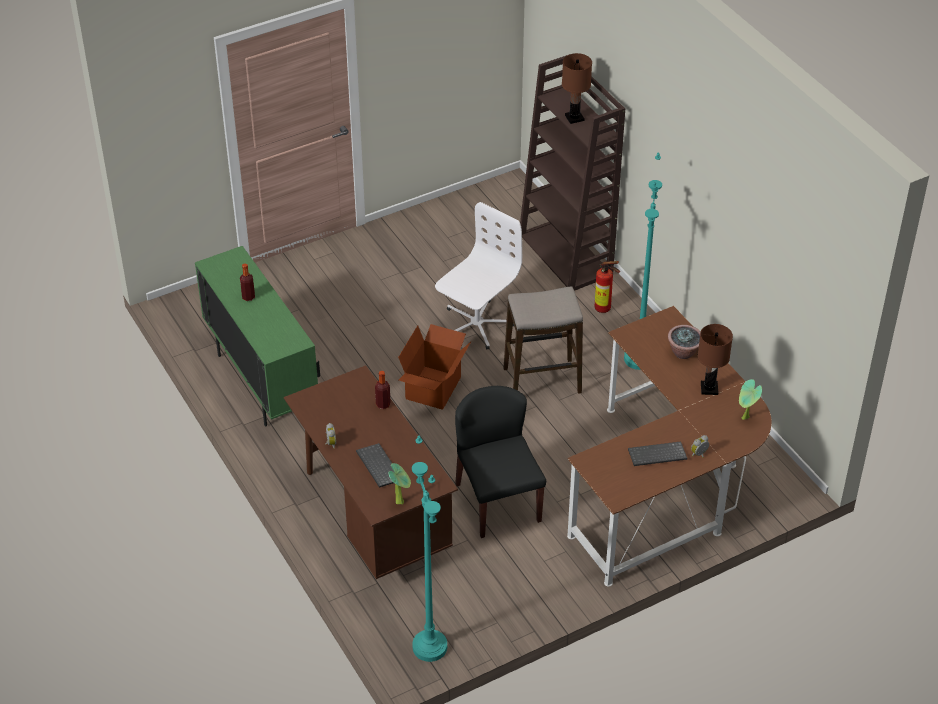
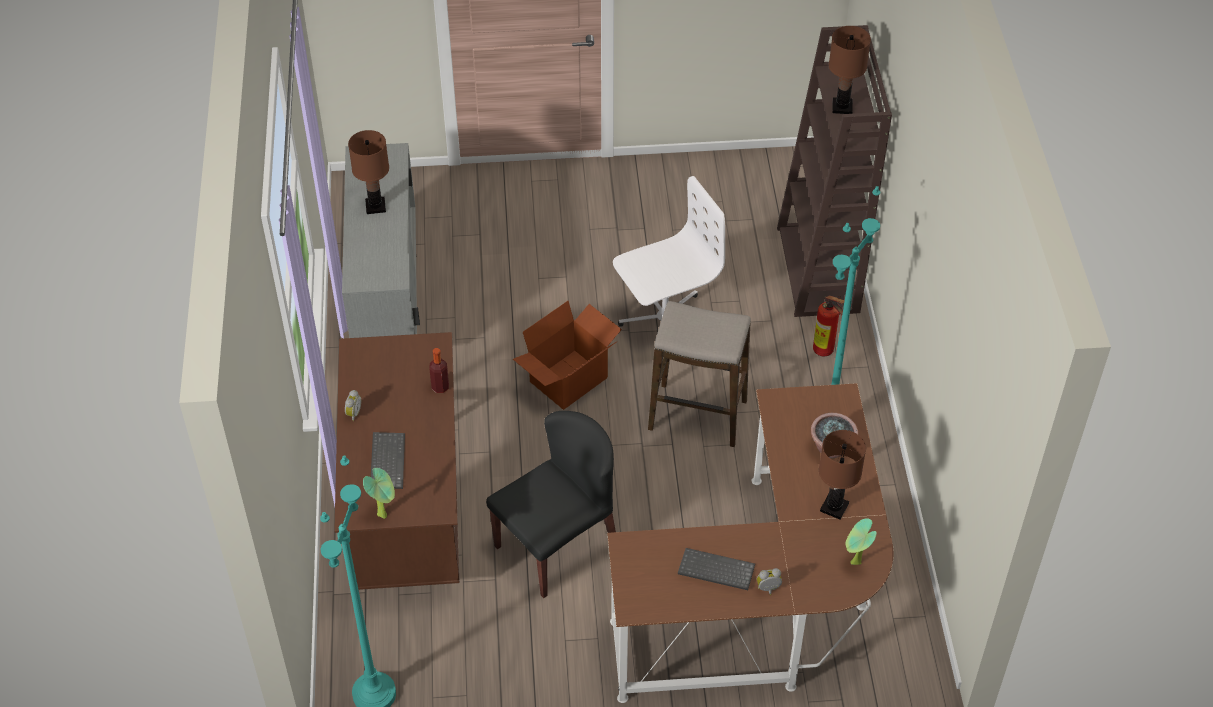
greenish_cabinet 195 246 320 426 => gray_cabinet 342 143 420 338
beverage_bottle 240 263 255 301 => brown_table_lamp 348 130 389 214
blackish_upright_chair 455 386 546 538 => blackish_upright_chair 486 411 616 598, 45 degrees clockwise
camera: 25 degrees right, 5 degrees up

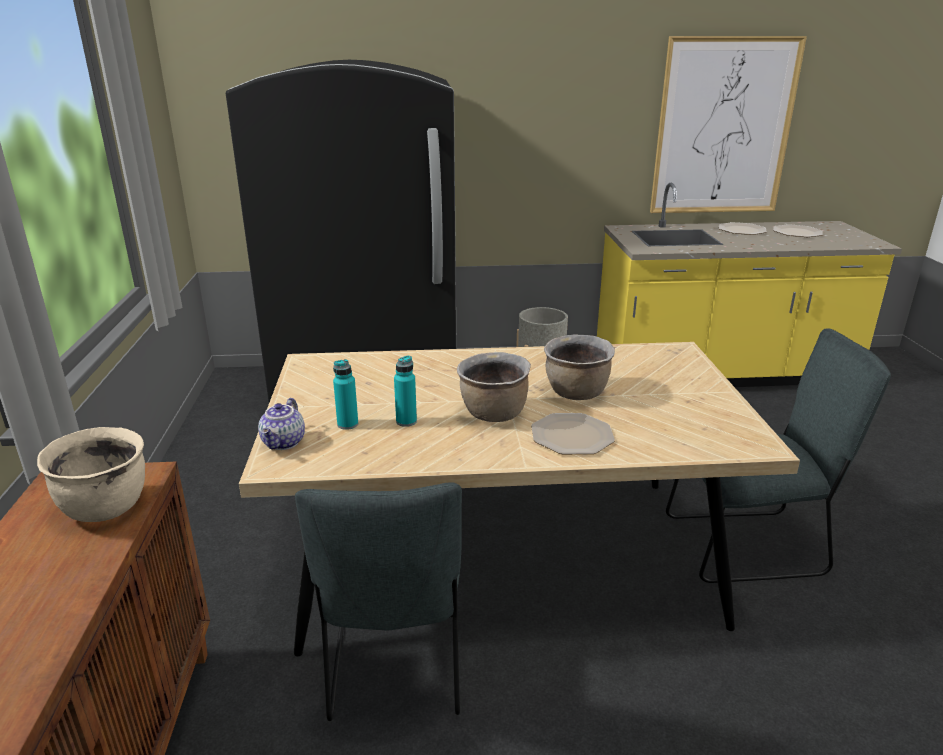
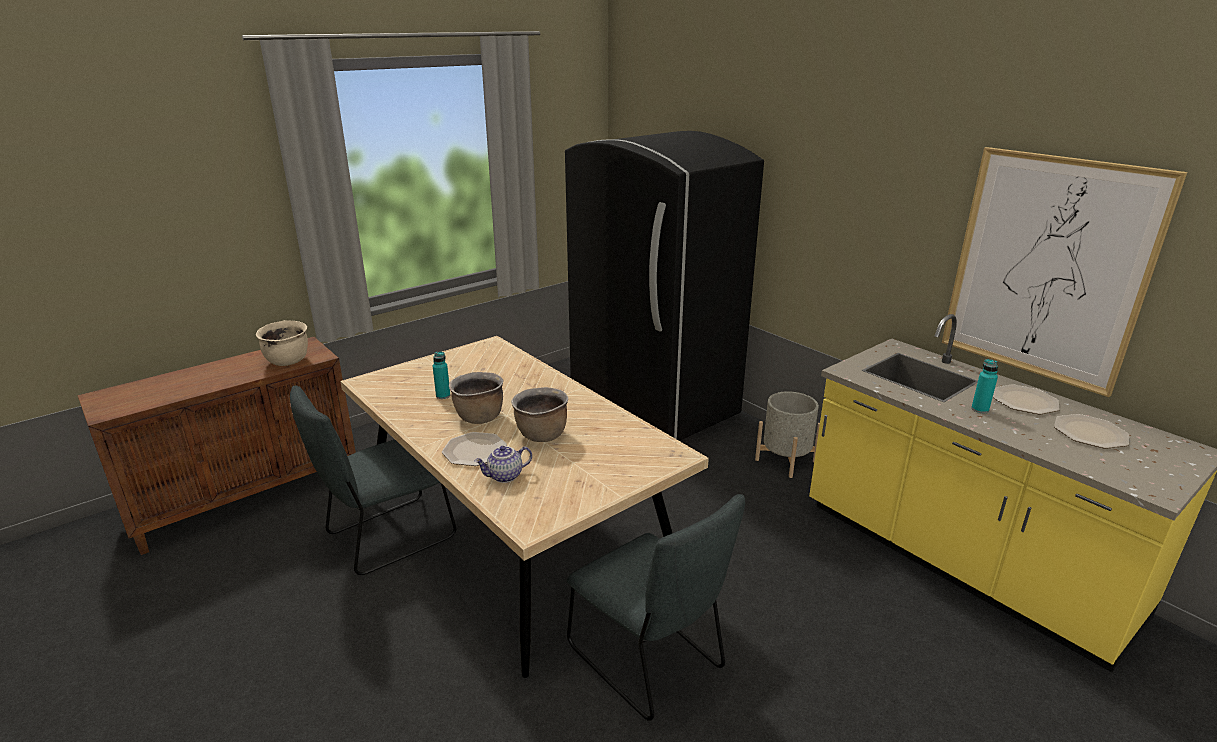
pot_for_tea 258 398 305 450 => pot_for_tea 474 446 532 483, relocated
blue-green_beverage_bottle 333 359 358 430 => blue-green_beverage_bottle 971 359 998 413, relocated
camera: 55 degrees right, 0 degrees up

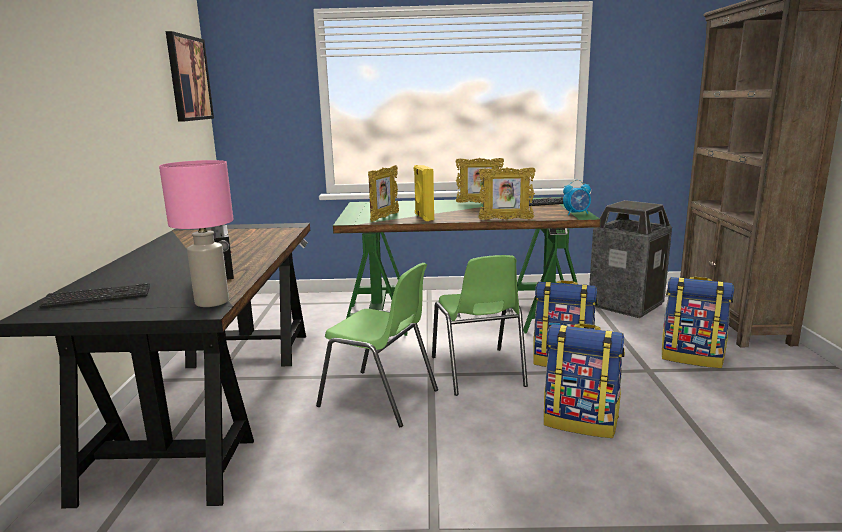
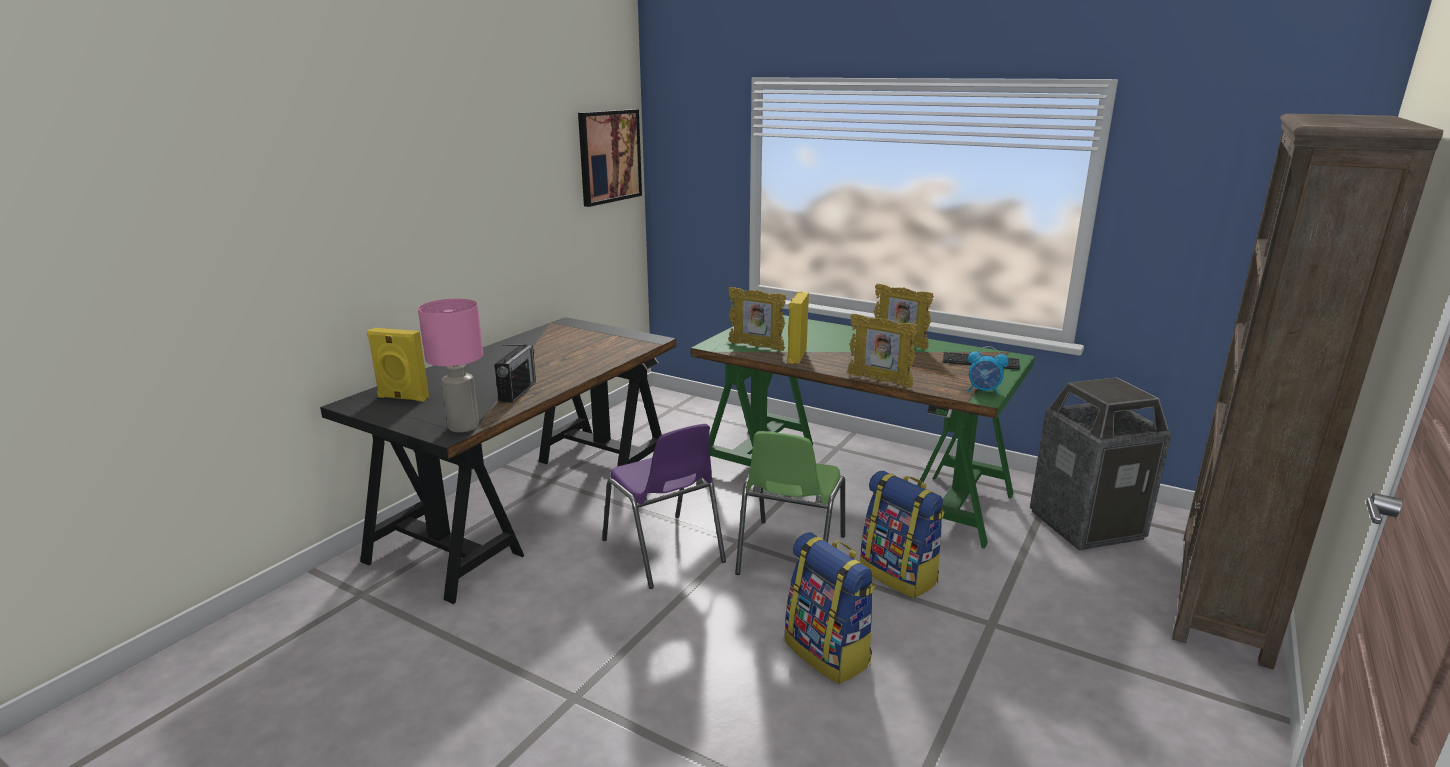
PC_keyboard 39 283 150 308 => yellowish_loudspeaker 367 328 429 402
greenish_upright_chair 316 263 438 427 => purple_upright_chair 602 424 726 589
picture_frame 368 166 399 222 => picture_frame 728 287 786 351, 60 degrees clockwise
backpack 662 277 734 368 => nothing
camera: 30 degrees right, 5 degrees up

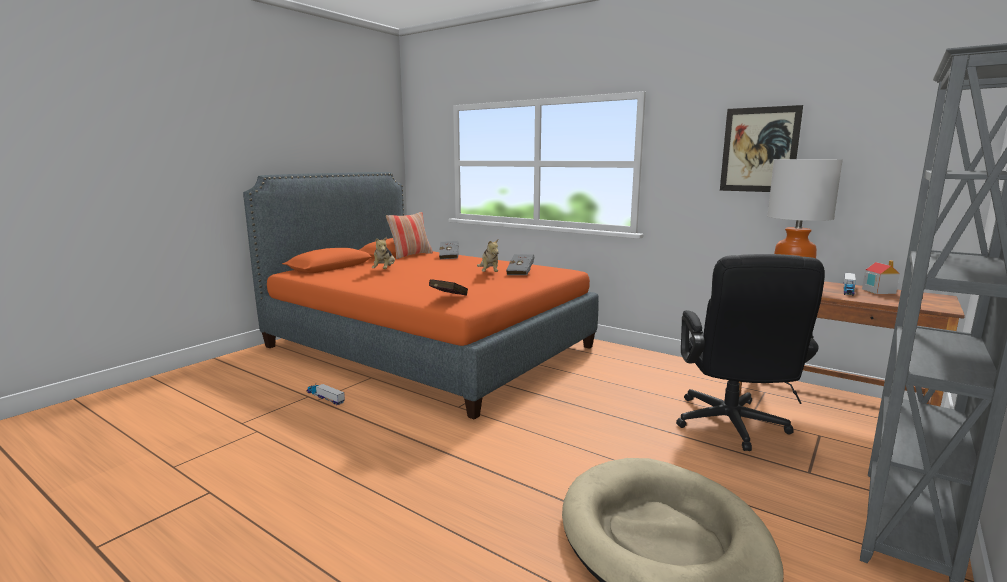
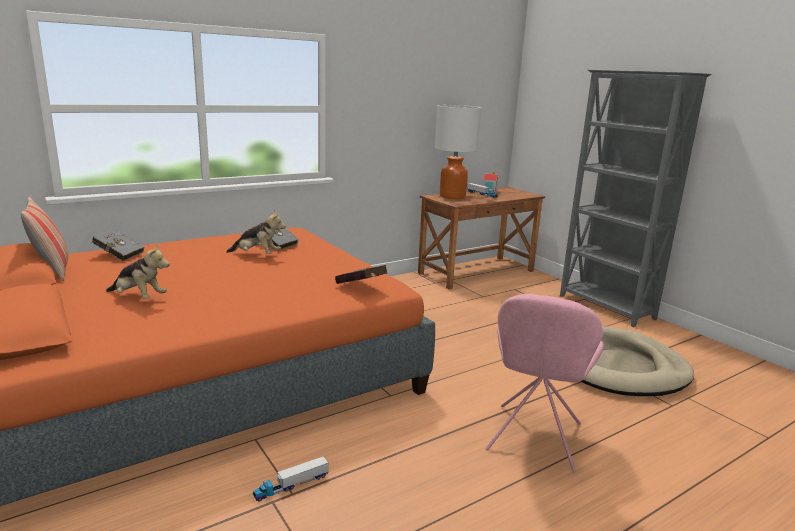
blackish_computer_chair 676 254 825 451 => nothing
wall_art 720 105 803 192 => nothing
nothing => pink-coloured_upright_chair 486 294 604 472
camera: 70 degrees left, 5 degrees up

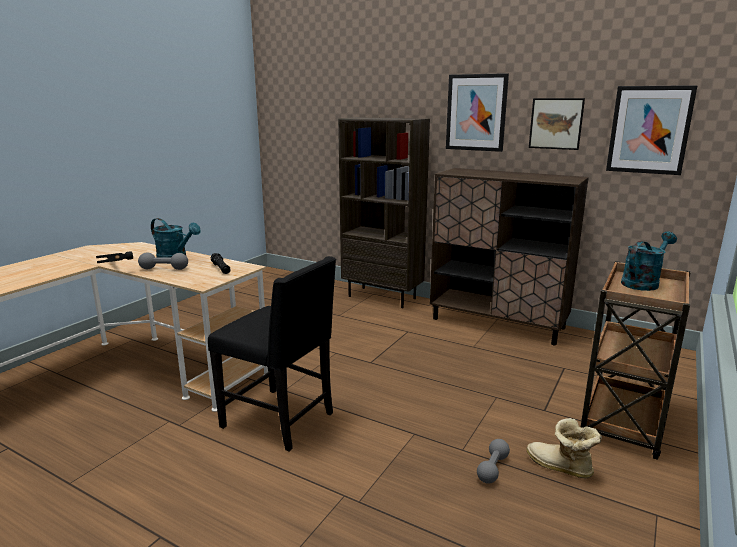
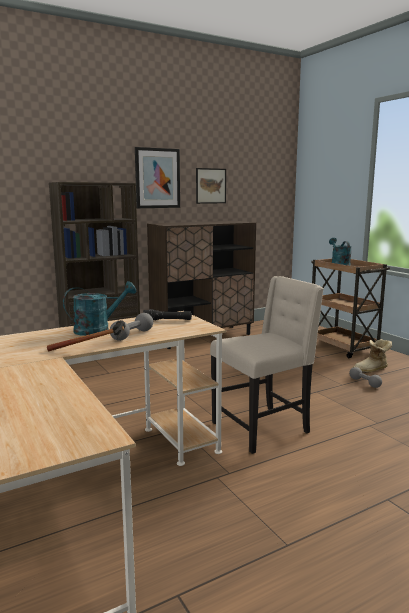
blackish_upright_chair 208 256 336 452 => beige-coloured_upright_chair 210 276 324 454
wall_art 606 85 698 175 => nothing
camera: 60 degrees left, 5 degrees down

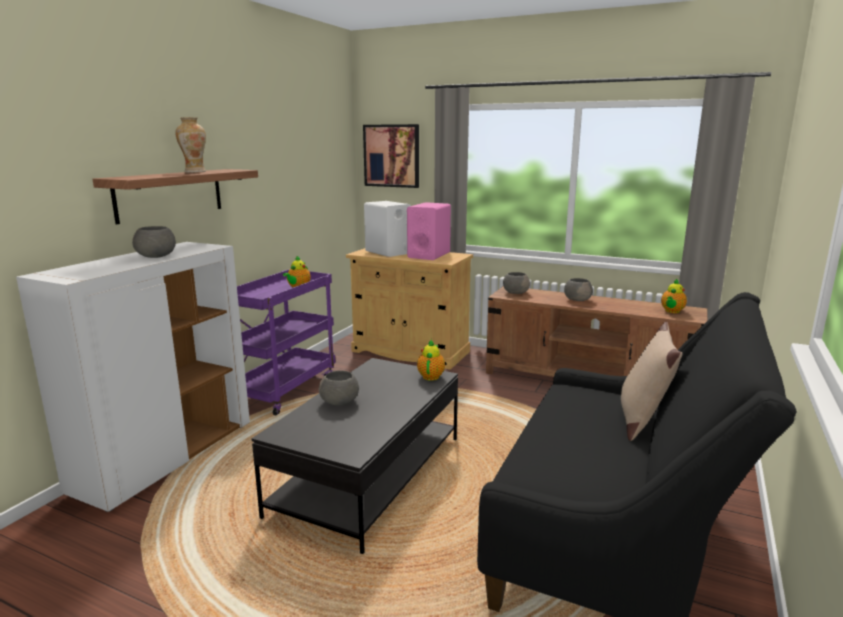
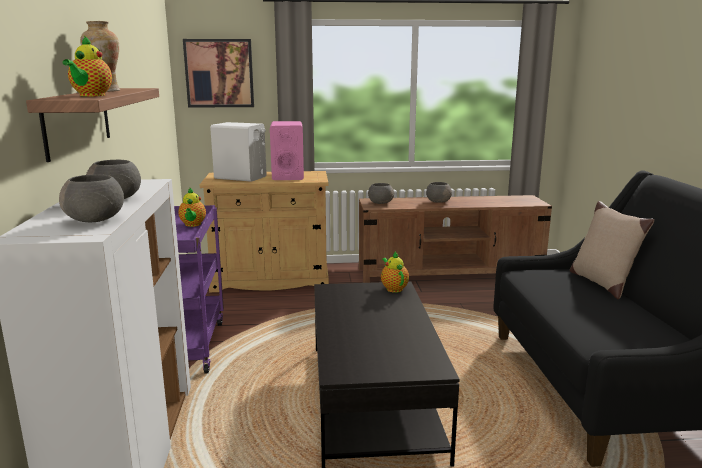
gray_bowl 319 370 359 405 => gray_bowl 59 174 124 222, relocated
pot_for_tea 661 279 687 313 => pot_for_tea 62 35 112 96, relocated
camera: 30 degrees left, 0 degrees up

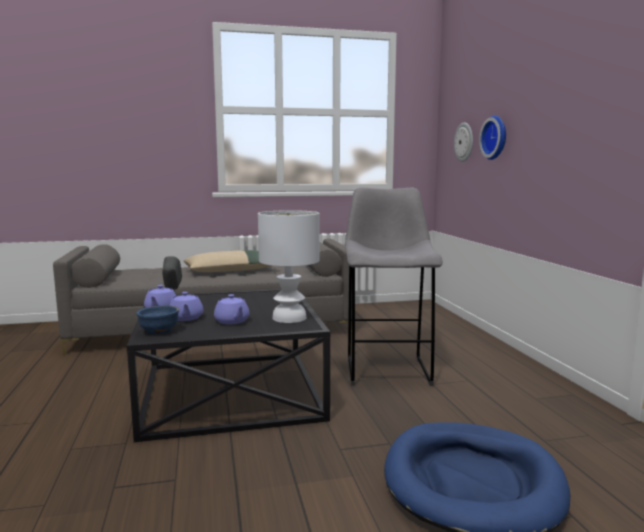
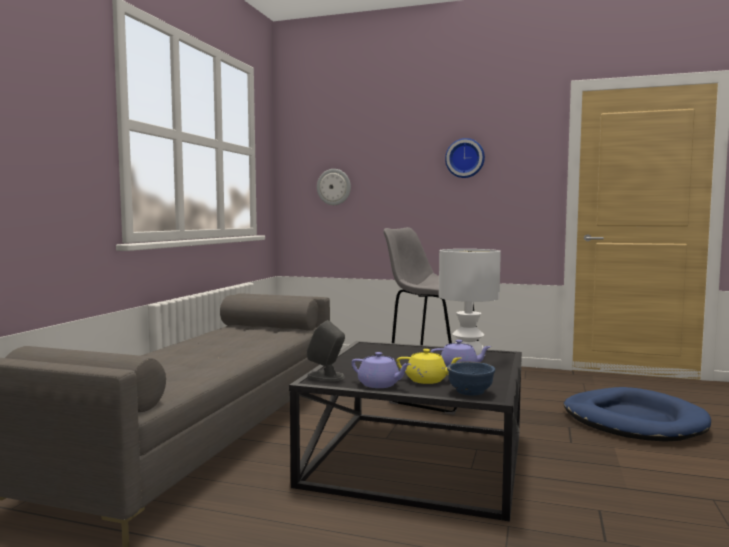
purple_pot_for_tea 169 292 203 321 => yellowish_pot_for_tea 397 349 461 384
beige-coloured_throw_pillow 184 250 271 272 => nothing
hanging_clock 479 115 506 160 => hanging_clock 445 138 485 178, relocated
camera: 60 degrees left, 5 degrees down

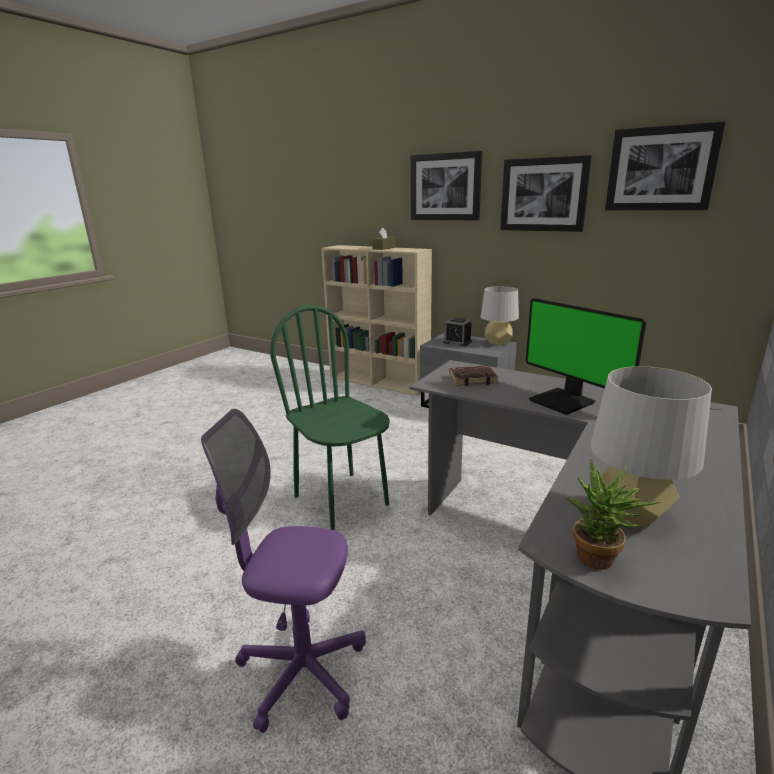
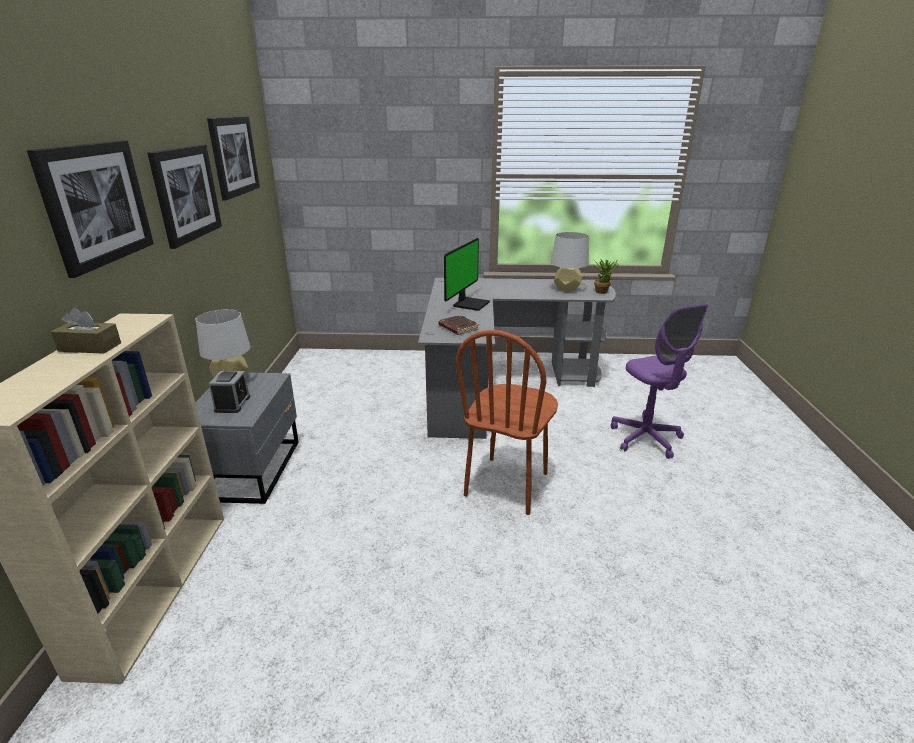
greenish_upright_chair 270 305 390 530 => brown_upright_chair 456 330 558 515
camera: 120 degrees left, 5 degrees up

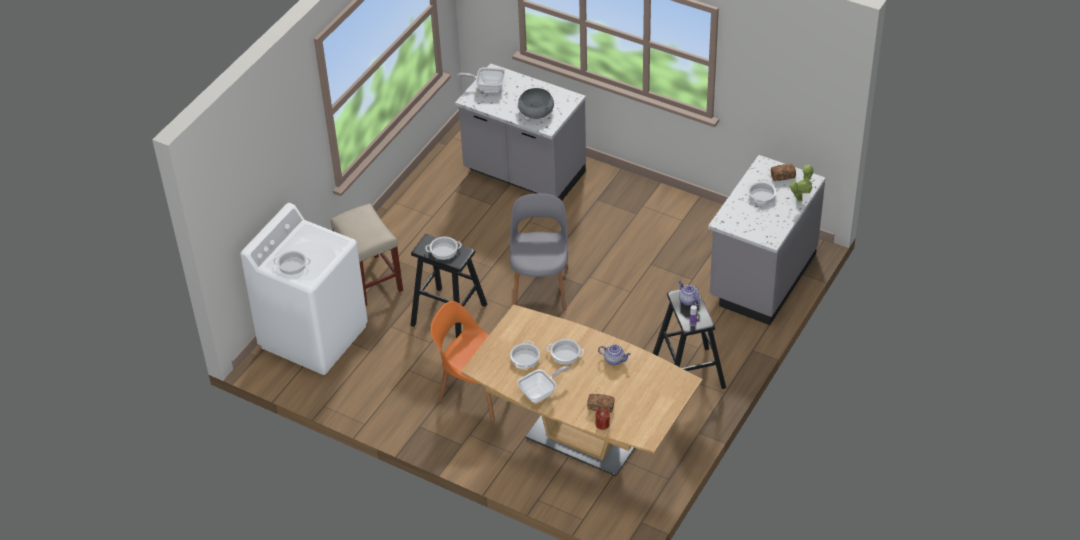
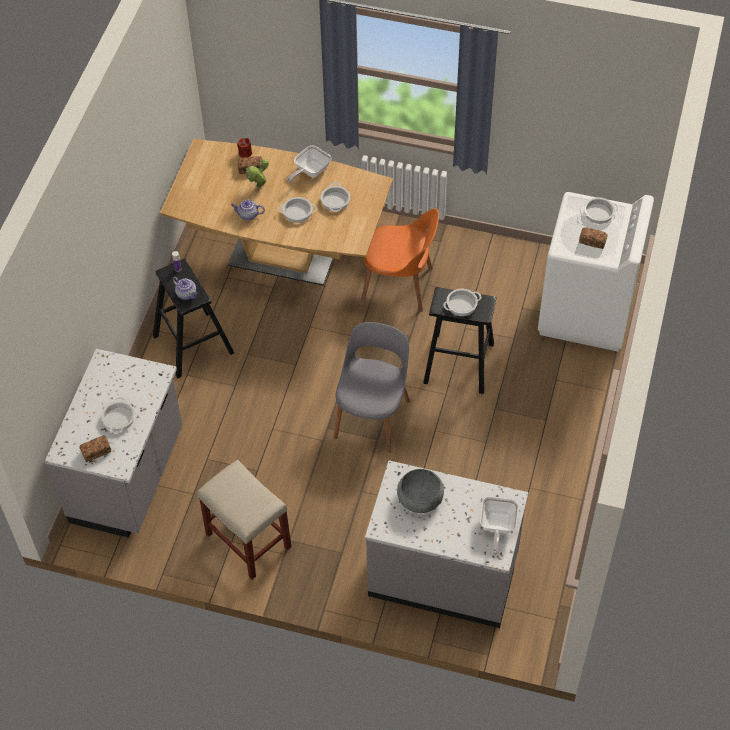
beige-coloured_stool 331 203 403 306 => beige-coloured_stool 197 459 292 580, relocated
pan 457 67 505 92 => pan 480 497 518 555, 105 degrees clockwise
gray_upright_chair 510 194 568 310 => gray_upright_chair 334 322 410 453, 150 degrees counterclockwise
plant_in_a_pot 790 165 814 202 => plant_in_a_pot 246 159 269 188, relocated
nothing => bakery_bread 579 228 608 249
camera: 165 degrees right, 10 degrees up

